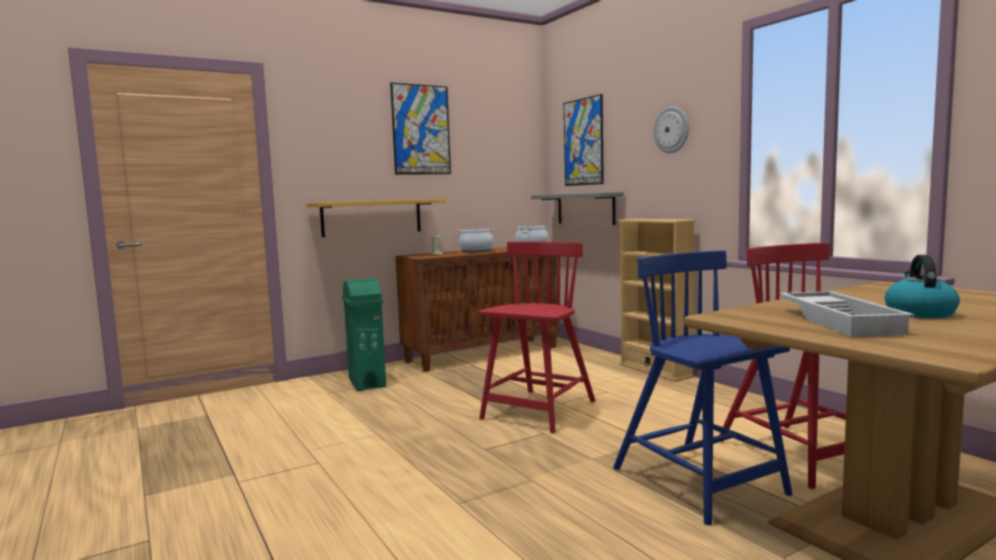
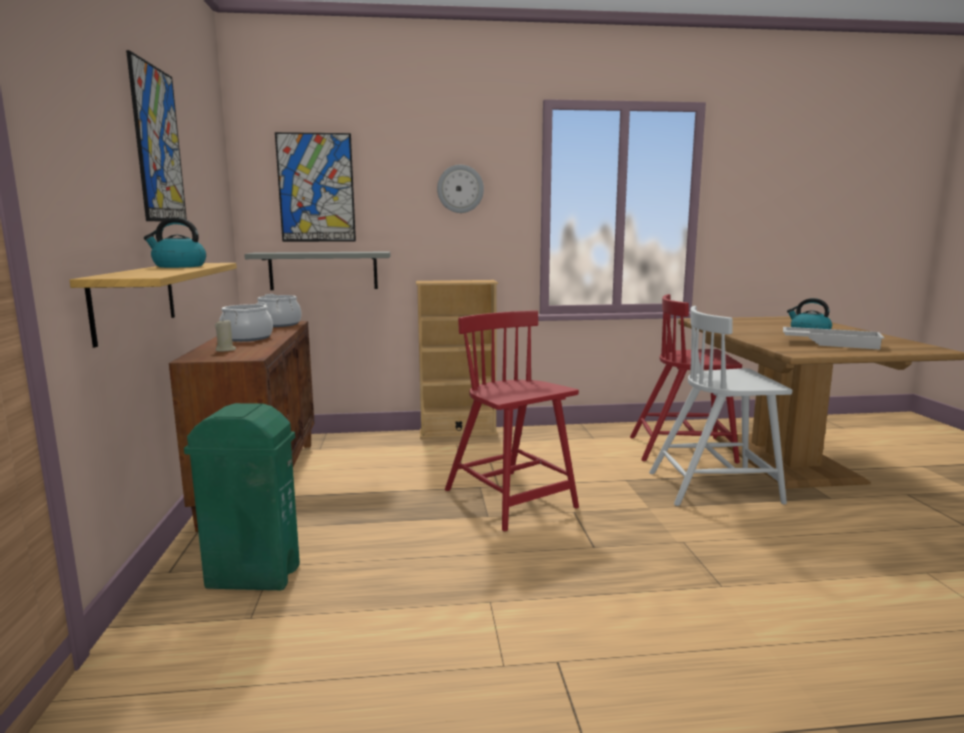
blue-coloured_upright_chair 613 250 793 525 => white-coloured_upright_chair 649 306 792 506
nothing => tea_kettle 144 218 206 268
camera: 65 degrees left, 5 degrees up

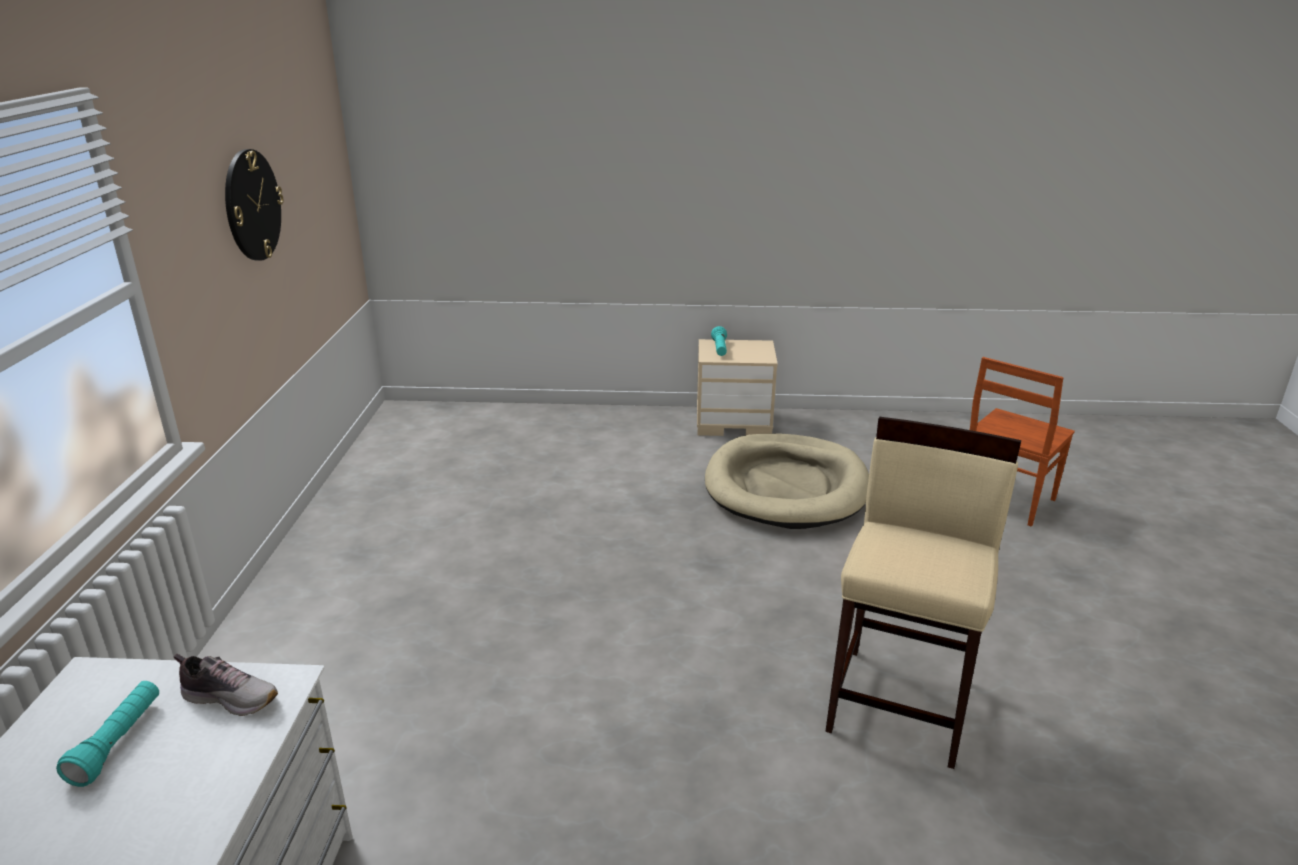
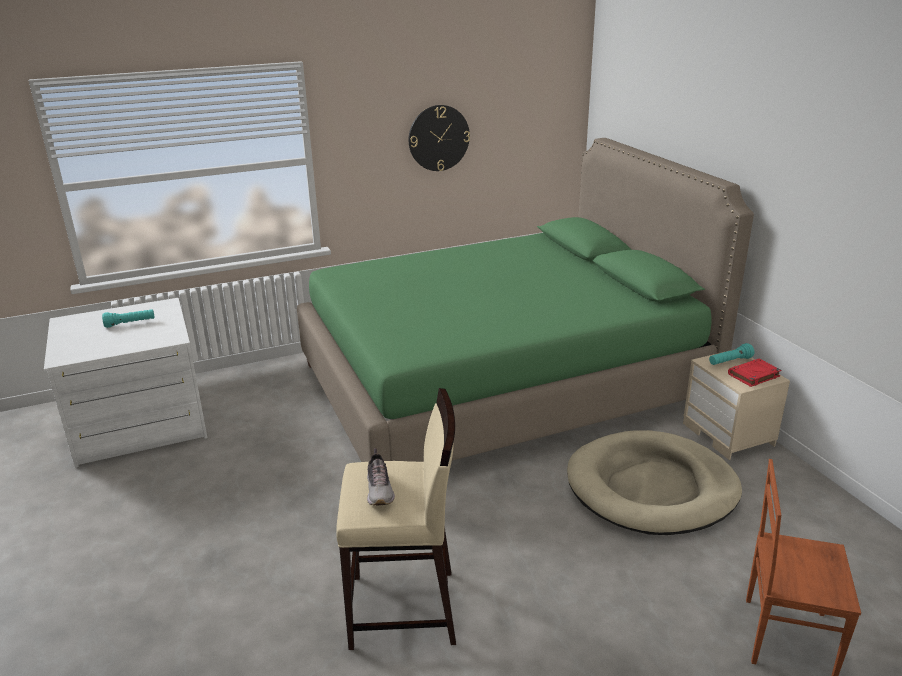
shoe 174 654 278 716 => shoe 367 448 395 505, relocated
nothing => greenish_sleeping_bed 297 138 754 462
nothing => red_bound_book 728 359 781 387
camera: 65 degrees right, 0 degrees up

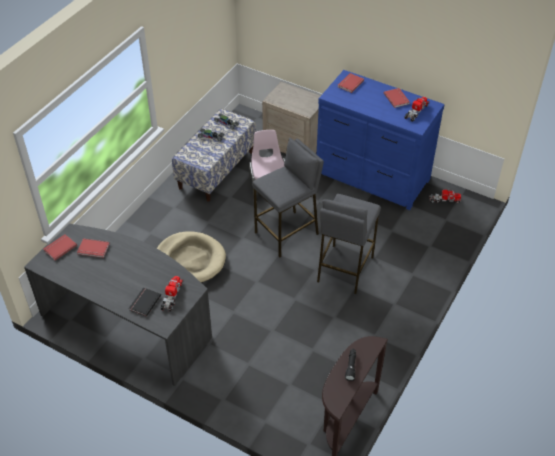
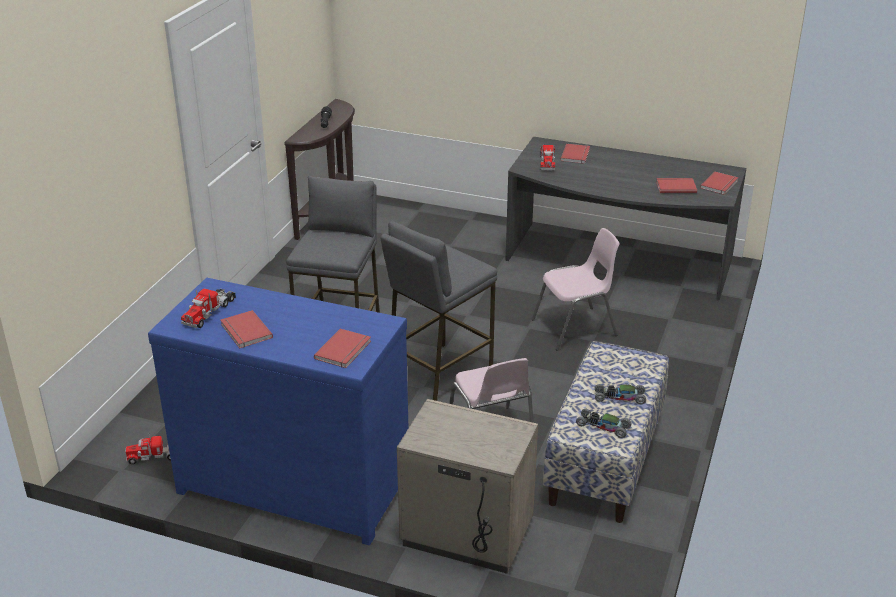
blackish_bound_book 129 287 161 317 => red_bound_book 560 144 590 164
beige-coloured_pet_bed 157 232 226 283 => pink-coloured_upright_chair 532 228 619 351
camera: 170 degrees right, 15 degrees down

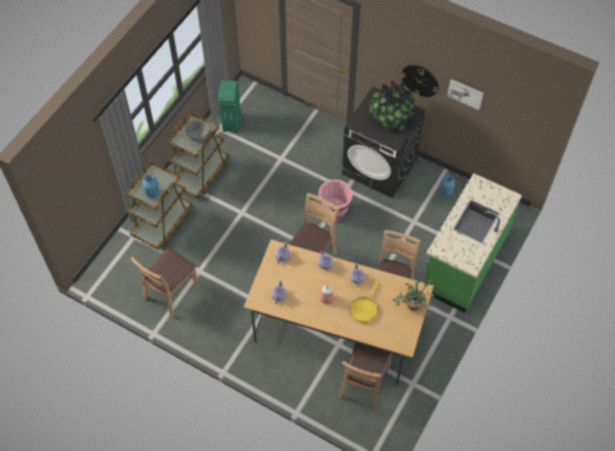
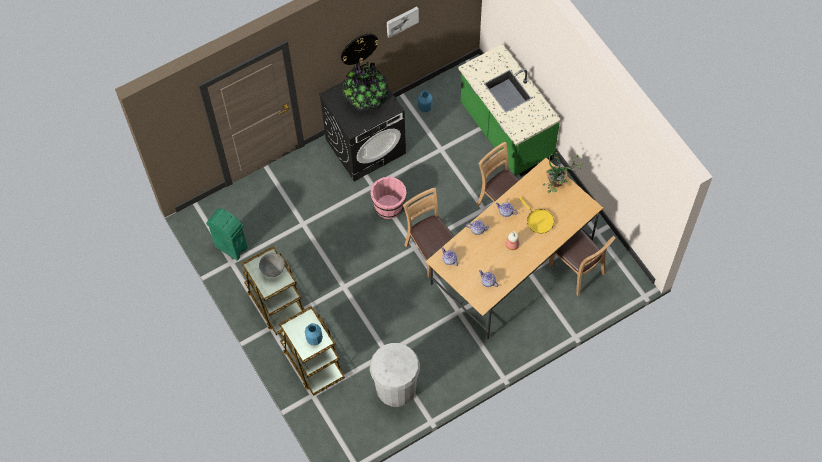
brown_upright_chair 131 247 199 318 => white-coloured_rubbish_bin 370 343 420 407
camera: 60 degrees left, 5 degrees up

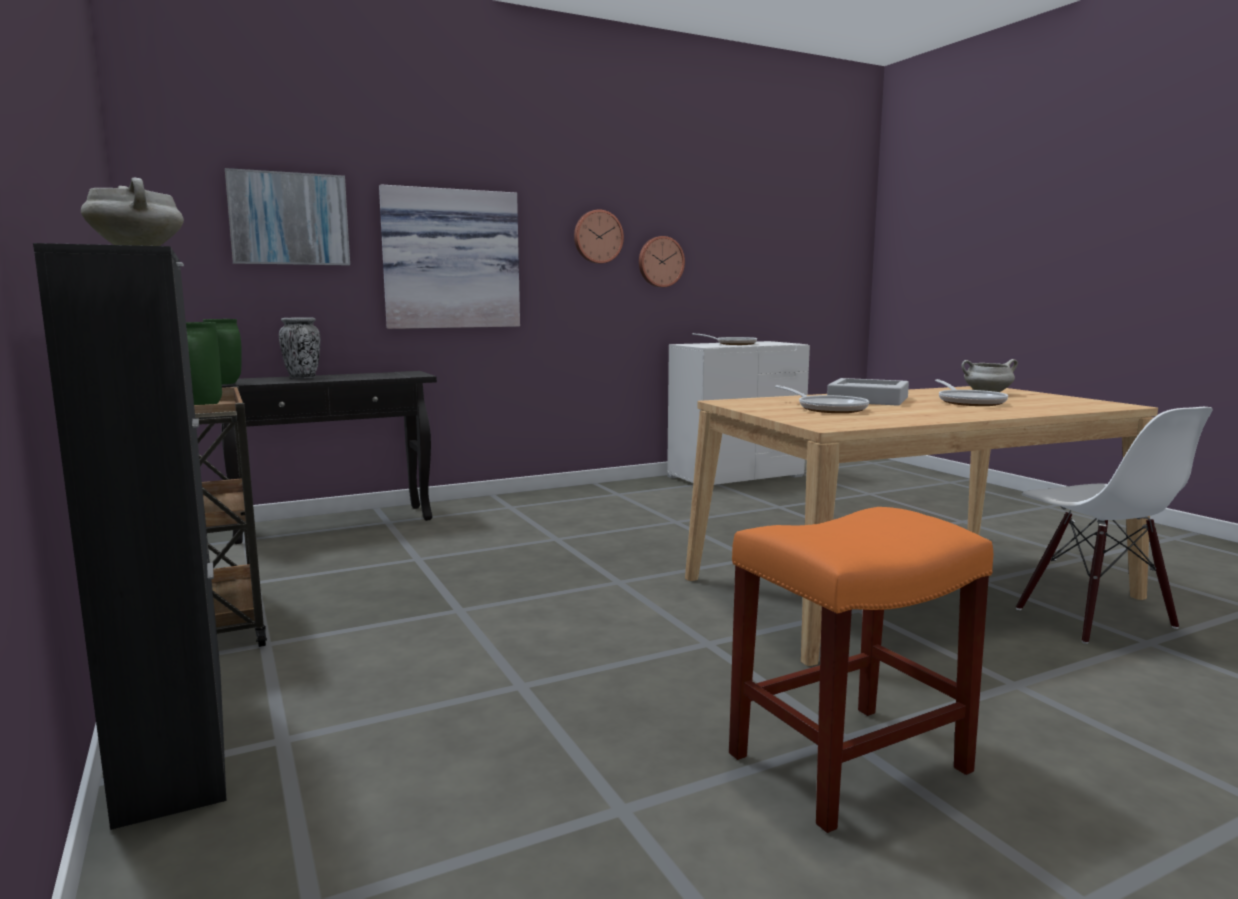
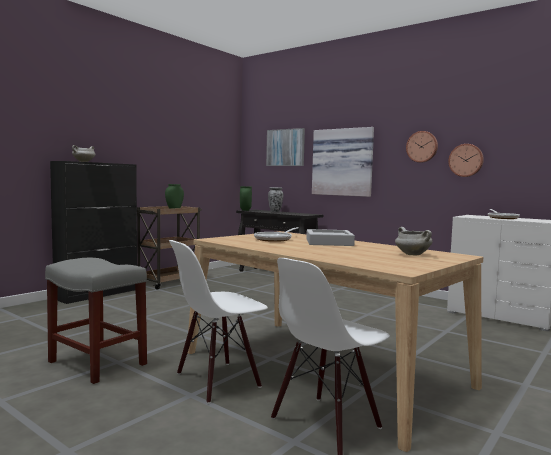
orangey_stool 729 507 993 833 => gray_stool 45 258 147 384
pan 935 379 1008 406 => nothing
nothing => white-coloured_upright_chair 169 240 268 404
camera: 65 degrees right, 5 degrees down

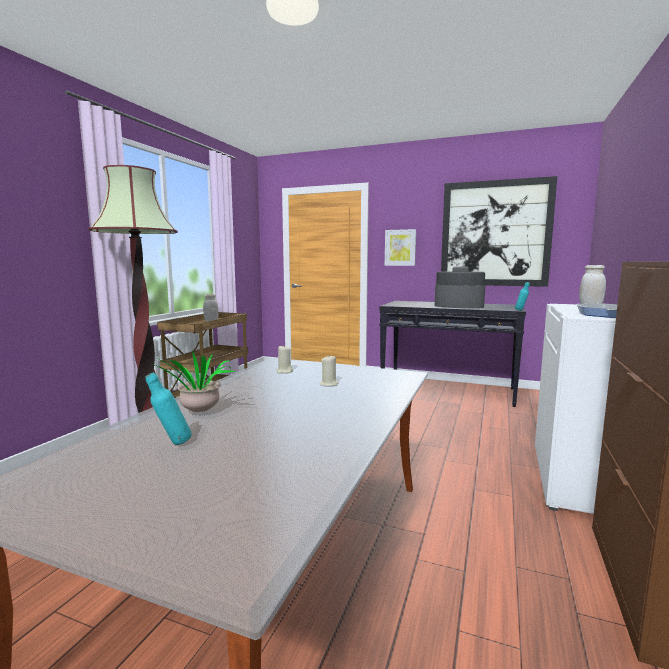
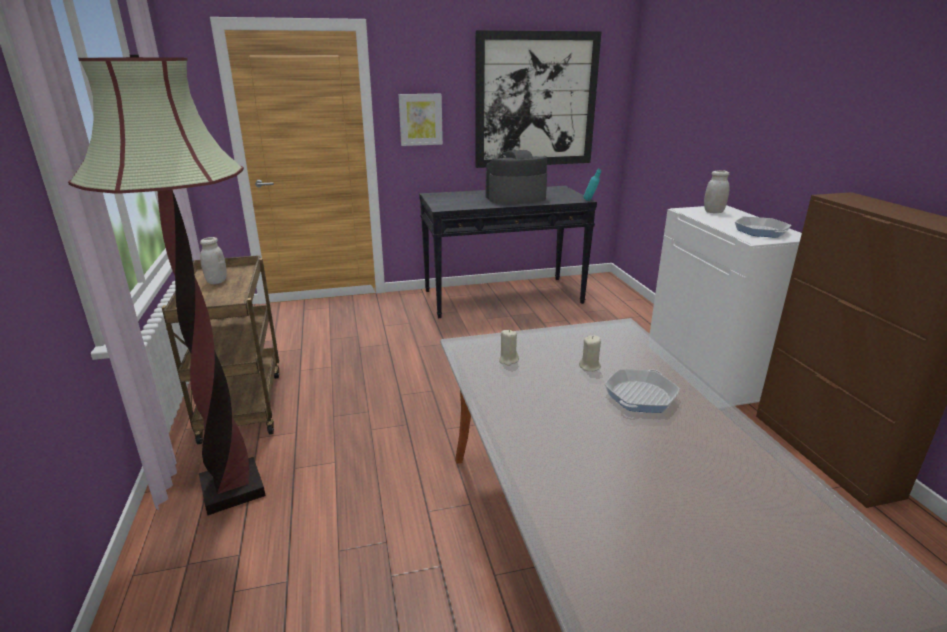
blue-green_beverage_bottle 146 373 192 445 => nothing
plant_in_a_pot 150 351 236 412 => nothing
nothing => pan 605 369 680 413
camera: 35 degrees left, 15 degrees up

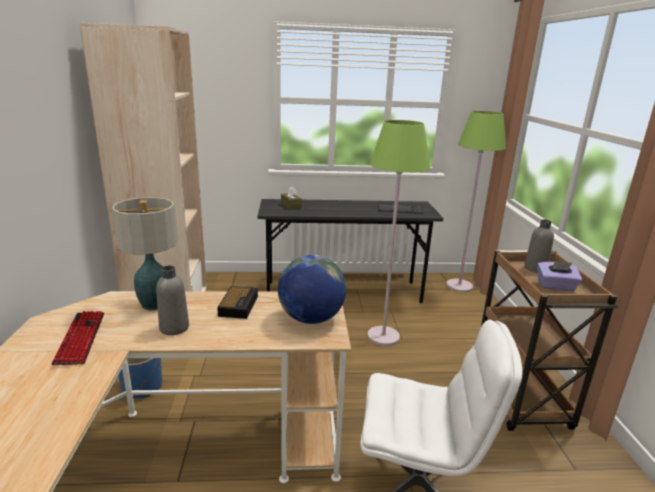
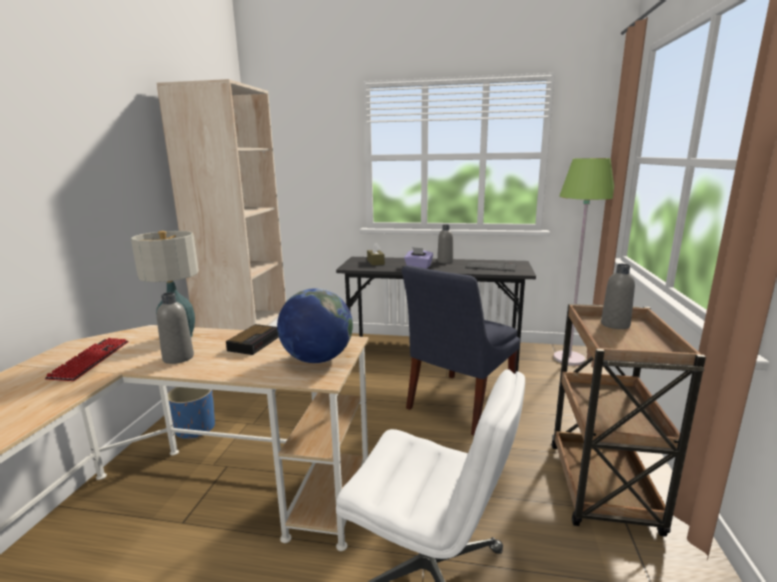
greenish_standing_lamp 367 120 430 346 => blue-coloured_upright_chair 402 265 520 435
purple_tissue_box 537 261 582 291 => purple_tissue_box 404 247 433 269, relocated
nothing => gray_beverage_bottle 437 225 453 263
camera: 15 degrees right, 5 degrees down

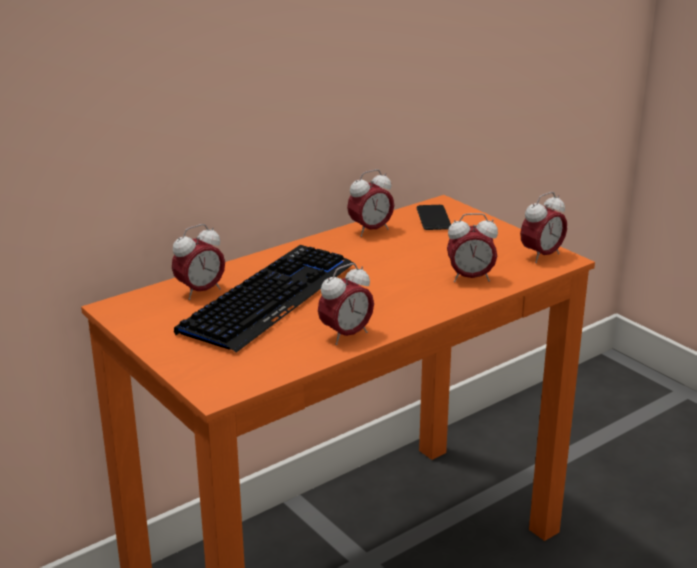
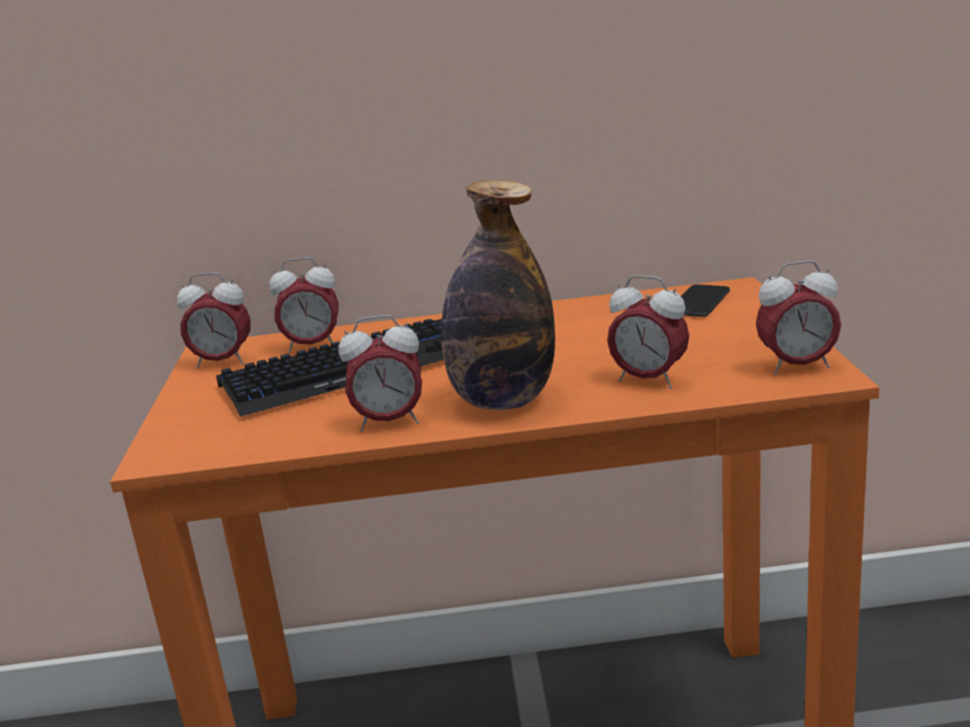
table_clock 347 169 394 237 => table_clock 177 272 251 369, relocated
nothing => beverage_bottle 441 180 555 410
camera: 35 degrees right, 5 degrees down

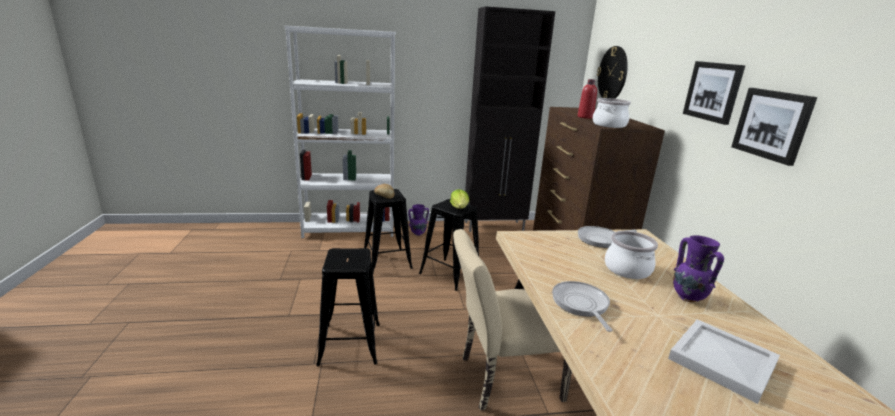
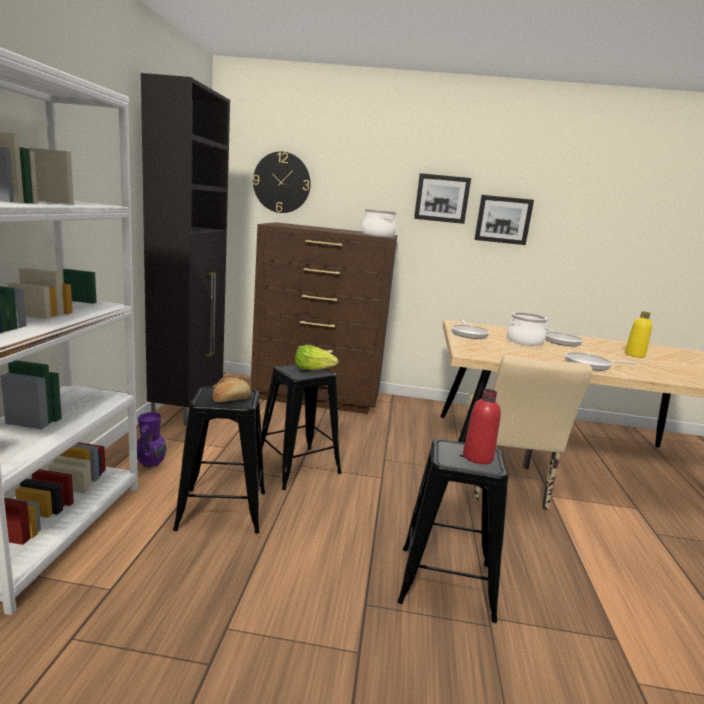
red_beverage_bottle 578 79 597 119 => red_beverage_bottle 463 389 501 464, relocated
white-coloured_tray 668 319 780 404 => yellowish_beverage_bottle 625 311 652 358
purple_decorative_vase 673 235 724 302 => pan 545 327 583 346
camera: 75 degrees left, 5 degrees down

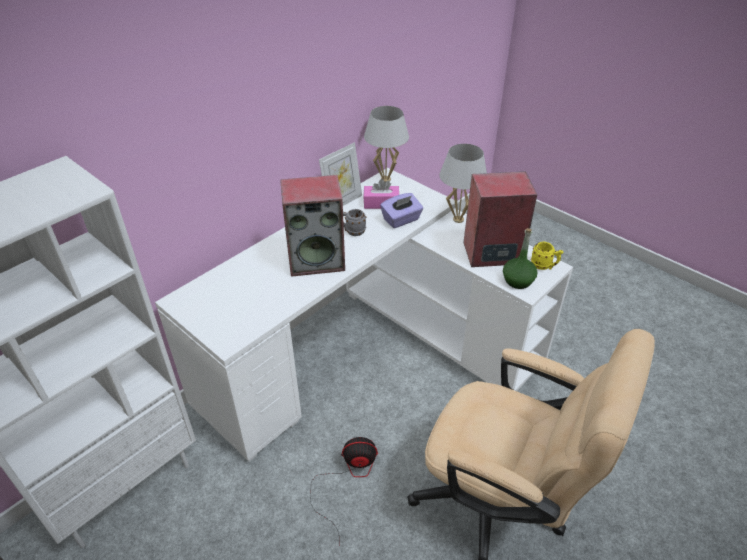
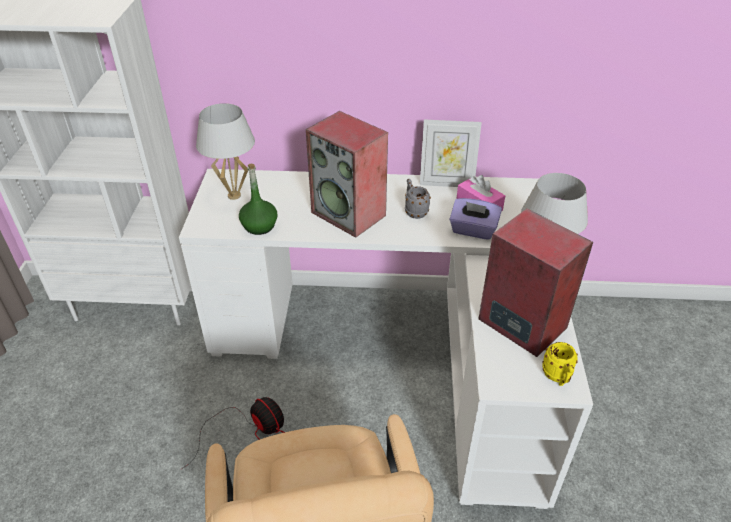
white-coloured_table_lamp 364 106 409 182 => white-coloured_table_lamp 196 103 255 200, relocated
greenish_beverage_bottle 503 228 537 289 => greenish_beverage_bottle 239 164 278 235, relocated
camera: 50 degrees right, 0 degrees up

